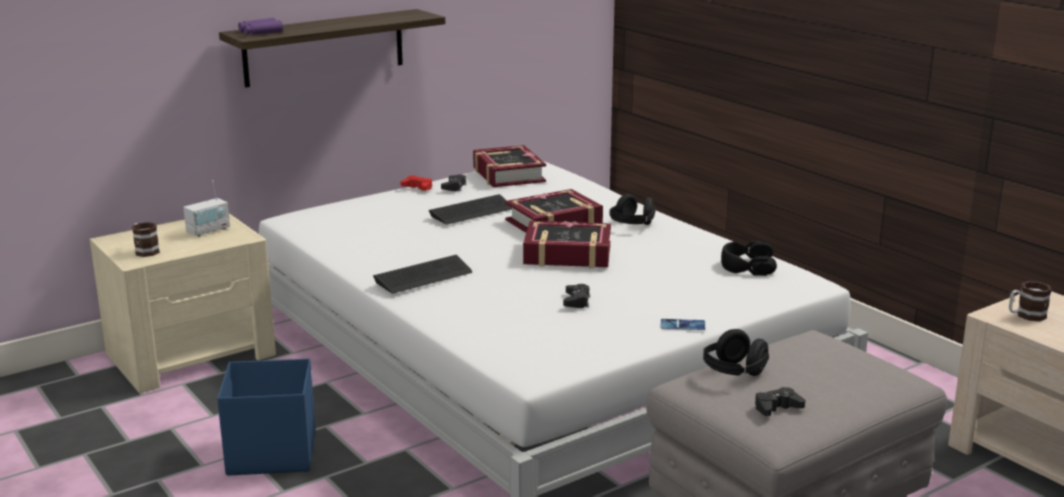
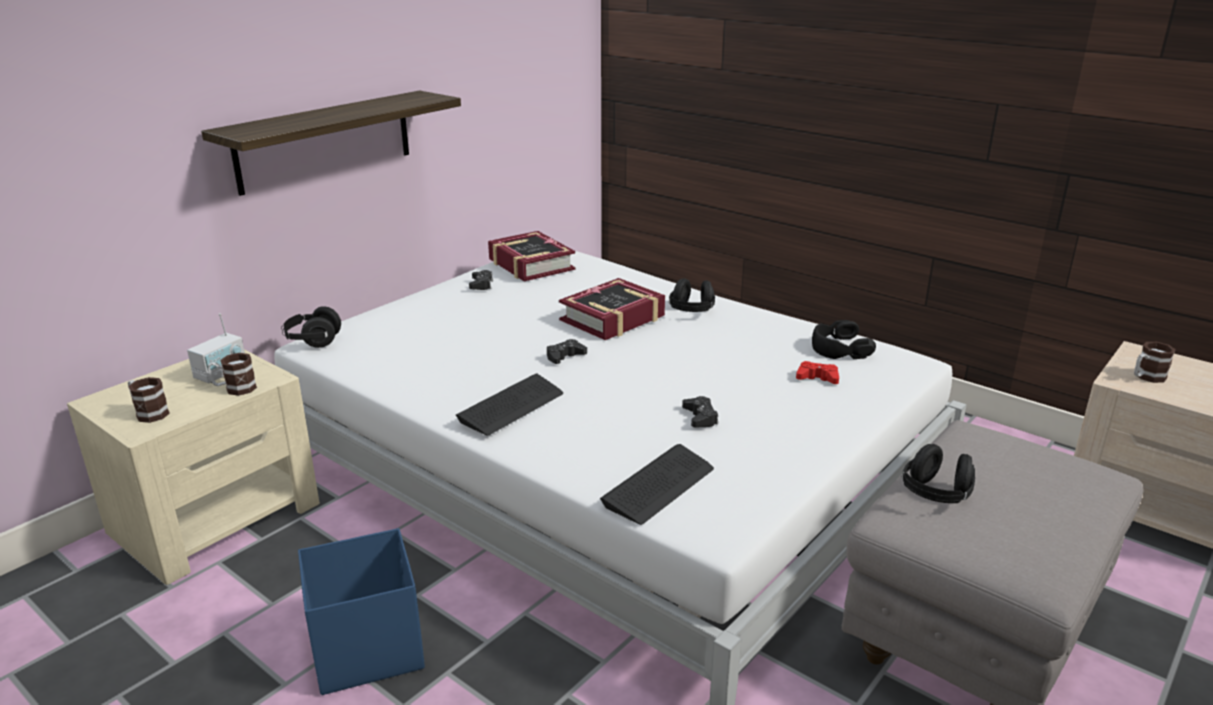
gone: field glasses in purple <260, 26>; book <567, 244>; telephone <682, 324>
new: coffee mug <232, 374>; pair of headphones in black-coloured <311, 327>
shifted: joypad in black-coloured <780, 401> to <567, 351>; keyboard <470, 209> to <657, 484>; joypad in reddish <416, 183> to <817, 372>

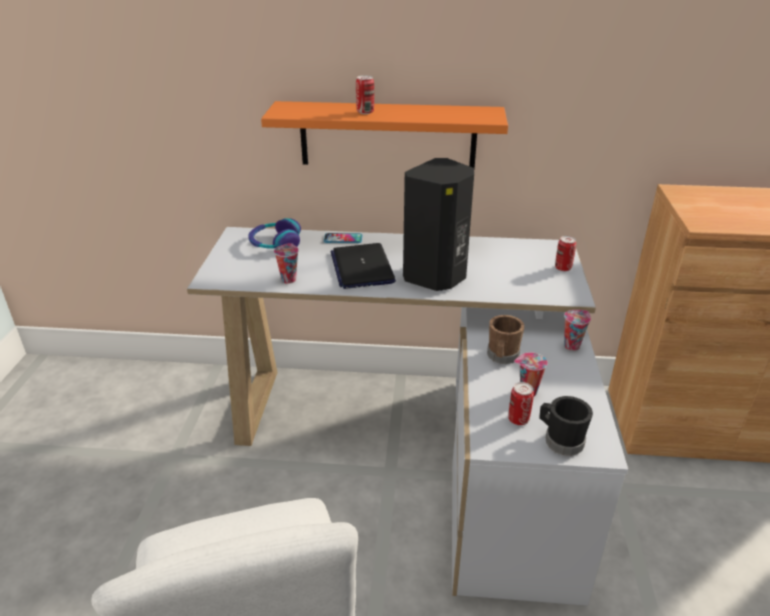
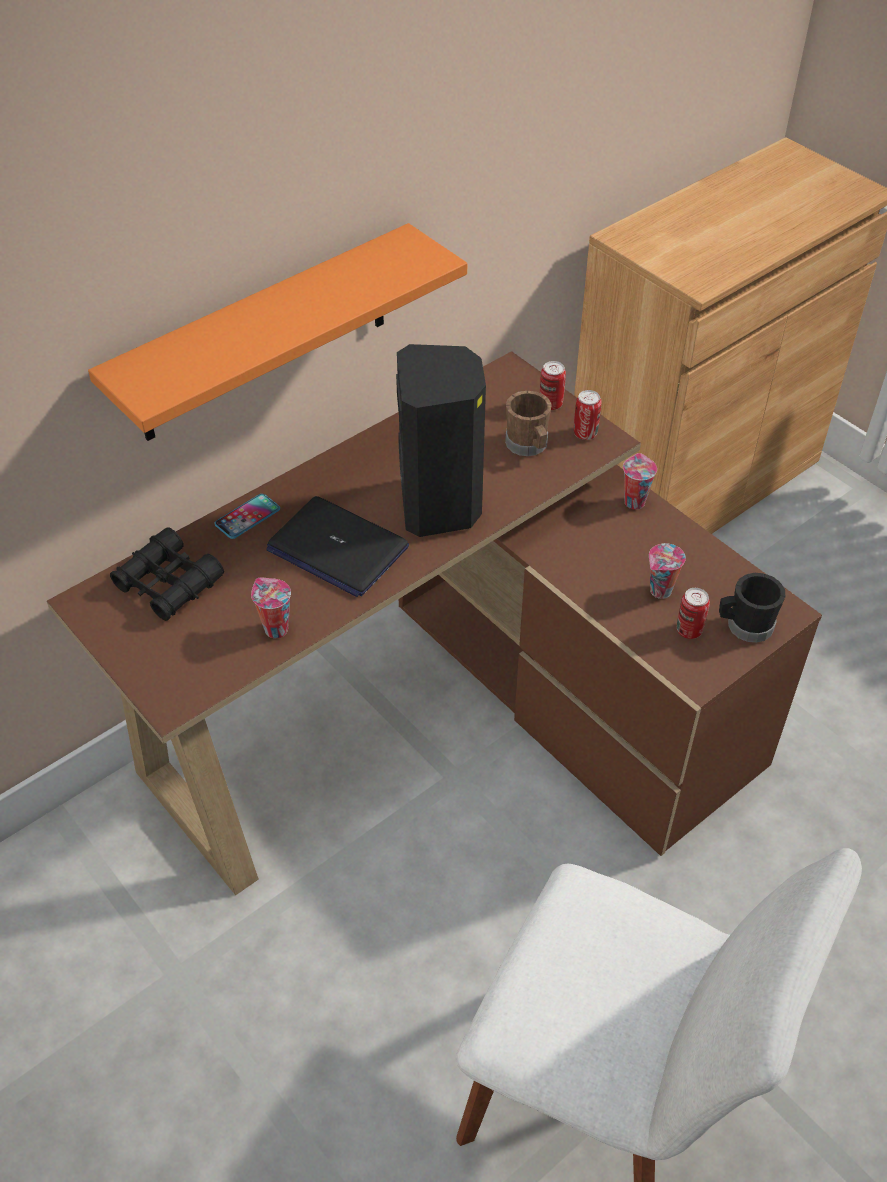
shifted: coffee mug in brownish <505, 339> to <528, 423>; sealed can <365, 94> to <588, 415>
swapped: pair of headphones <274, 233> to field glasses in black-coloured <167, 574>
repainted: desk table in white-coloured <407, 416> to desk table in brownish <434, 623>

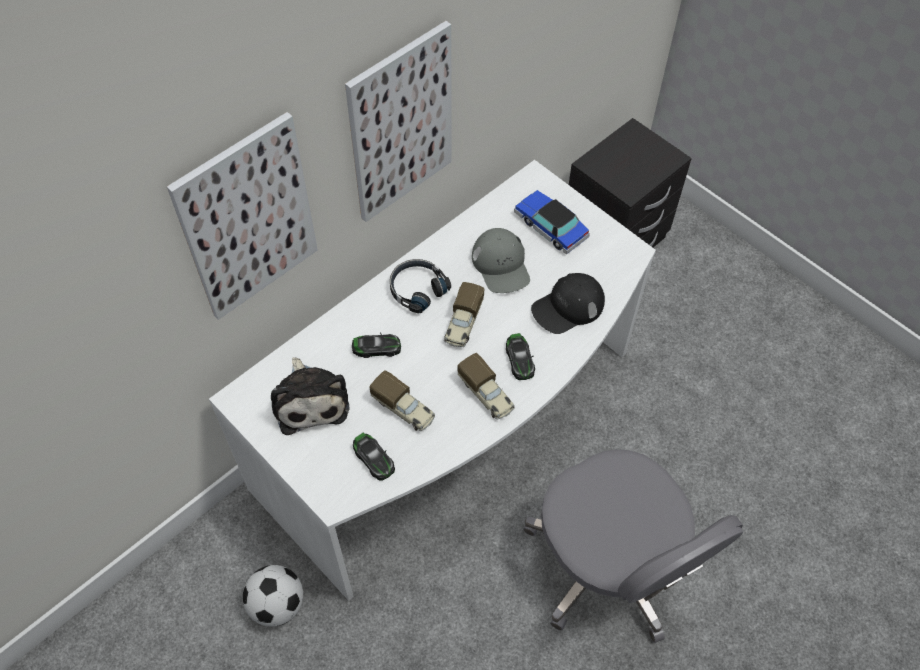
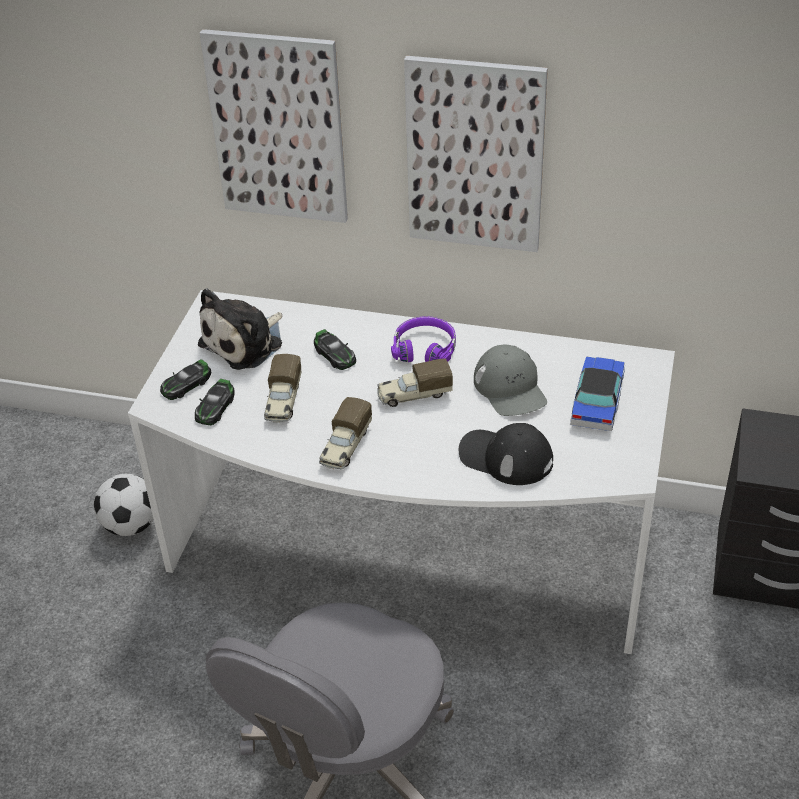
shifted: miniature car <520, 356> to <185, 379>
repainted: pair of headphones in black-coloured <420, 286> to pair of headphones in purple <423, 339>
rotated: baseball cap in greyish <501, 260> = <510, 380> 60 degrees counterclockwise

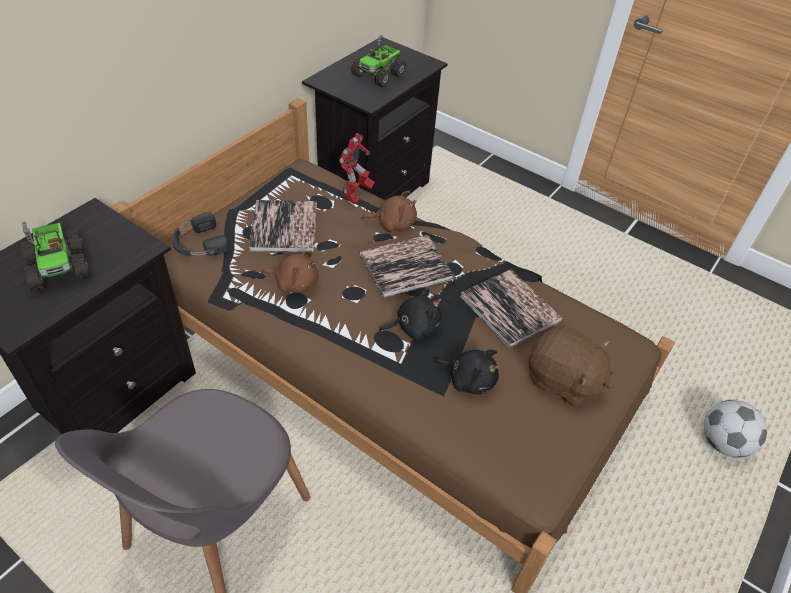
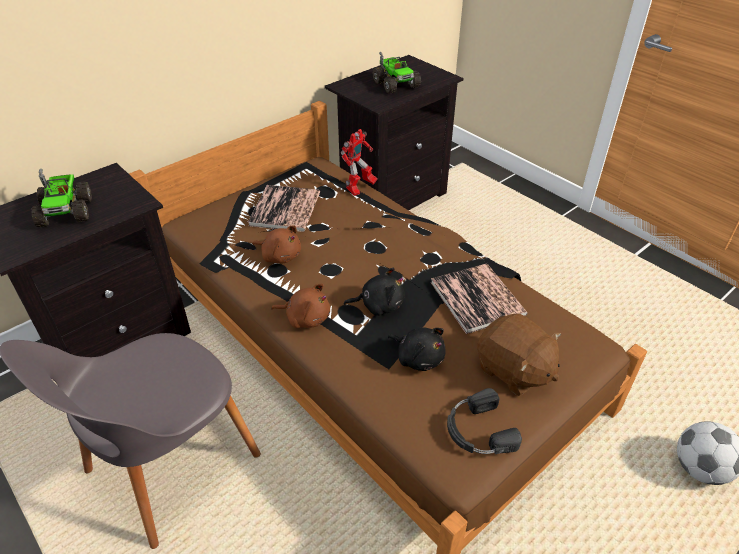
gone: book <407, 266>
shifted: soft toy in brownish <389, 211> to <300, 306>; pair of headphones in black-coloured <200, 234> to <484, 421>
rotated: model truck <379, 61> = <397, 73> 75 degrees counterclockwise

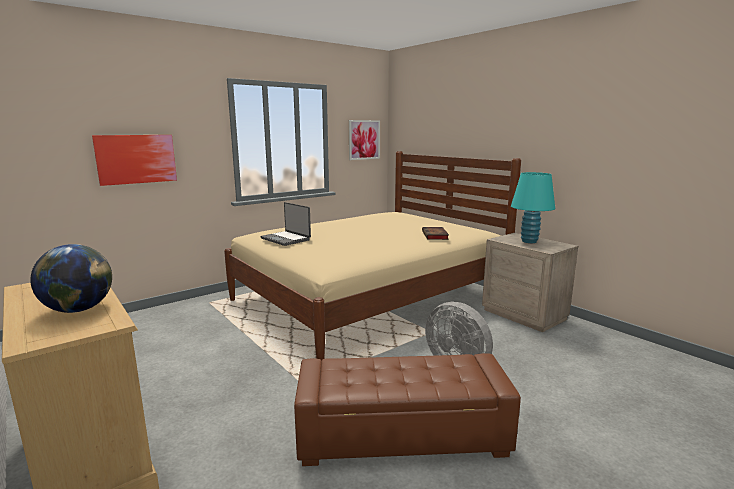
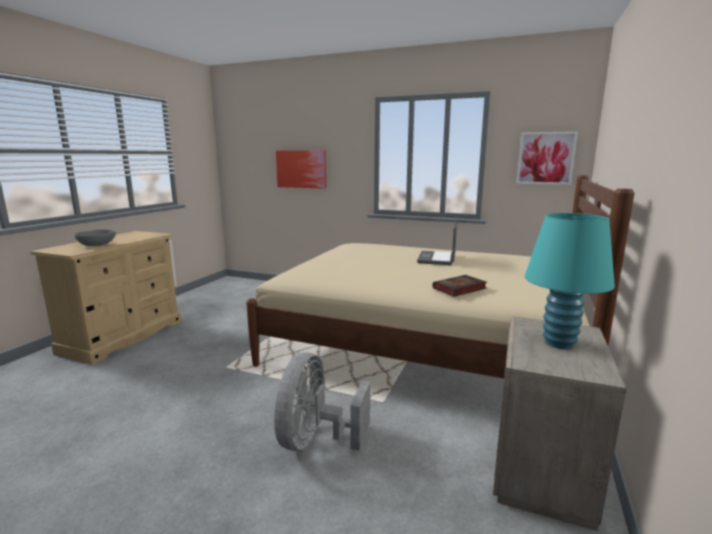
gone: ottoman in brownish <407, 409>
shifted: portable computer <285, 224> to <437, 243>
swapped: world globe <71, 278> to deep dish in greyish <95, 238>

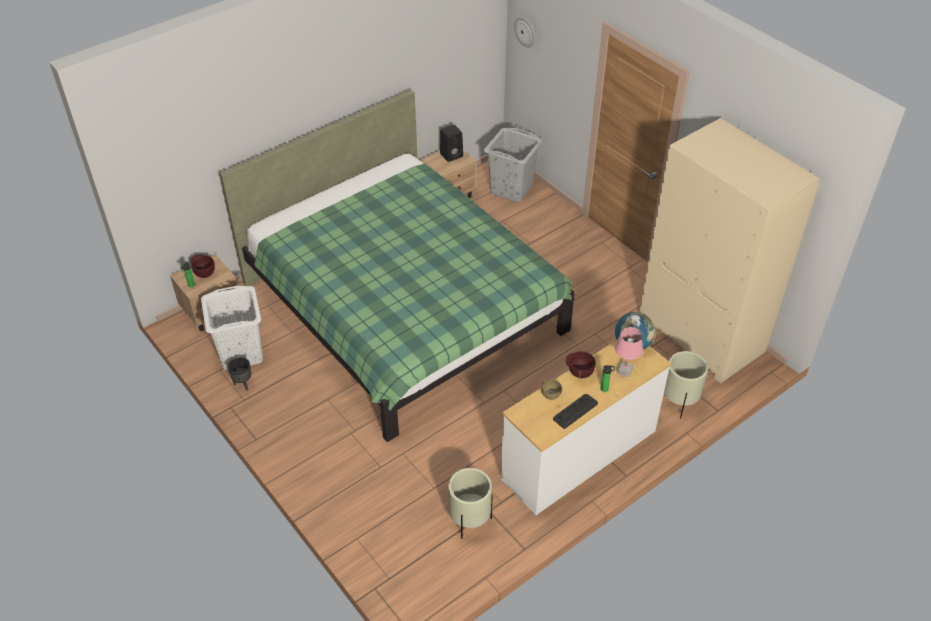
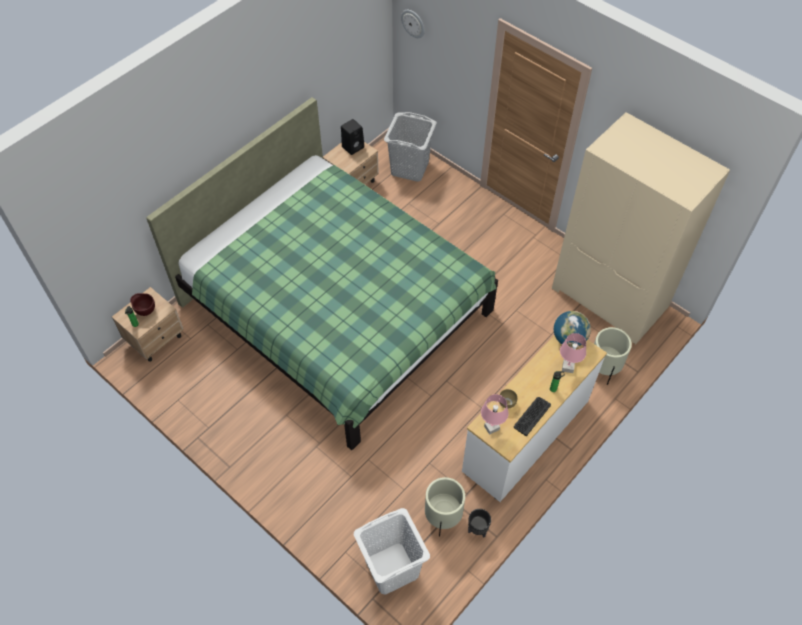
gone: deep dish in brownish <581, 364>
new: table lamp in pink-coloured <495, 414>
shifted: laundry basket in white-coloured <232, 328> to <392, 551>; planter in black-coloured <239, 374> to <479, 523>

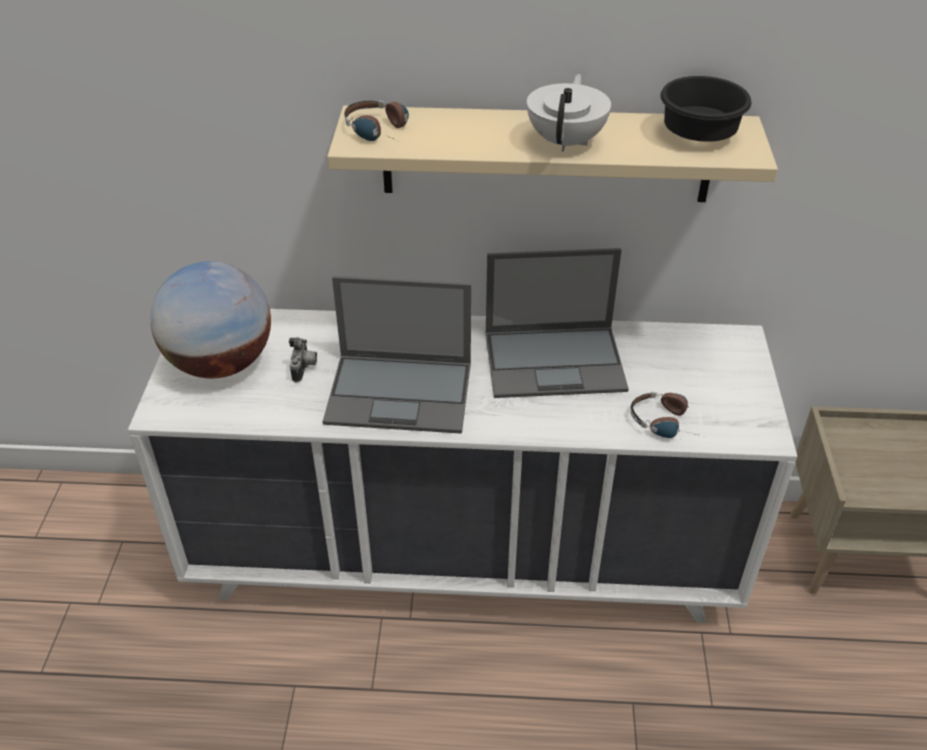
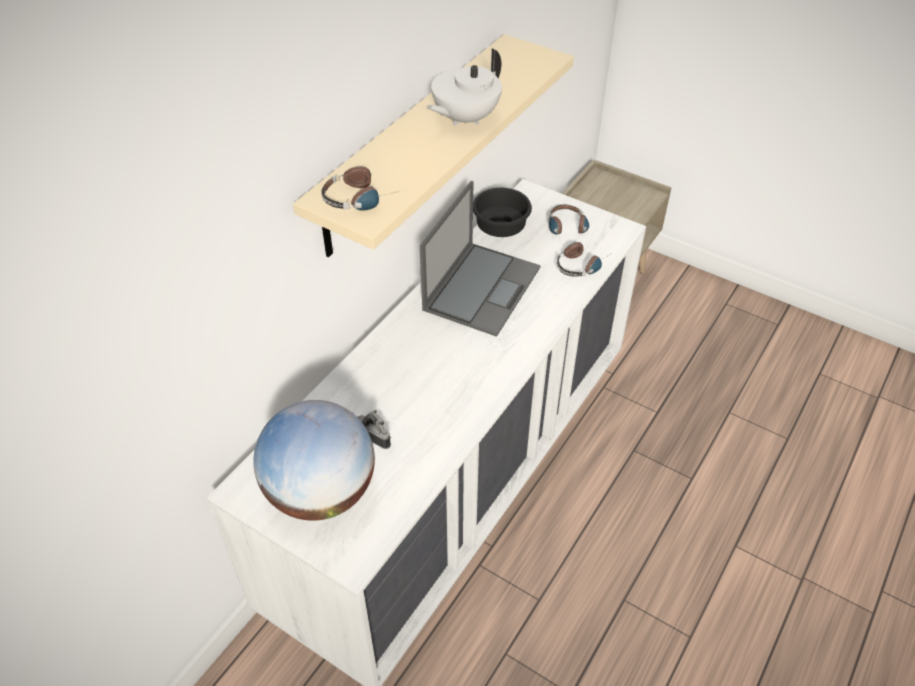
gone: portable computer <397, 355>
new: pair of headphones <568, 219>
shifted: deep dish in black-coloured <706, 109> to <502, 212>
rotated: tea pot in white-coloured <569, 113> = <464, 87> 90 degrees counterclockwise

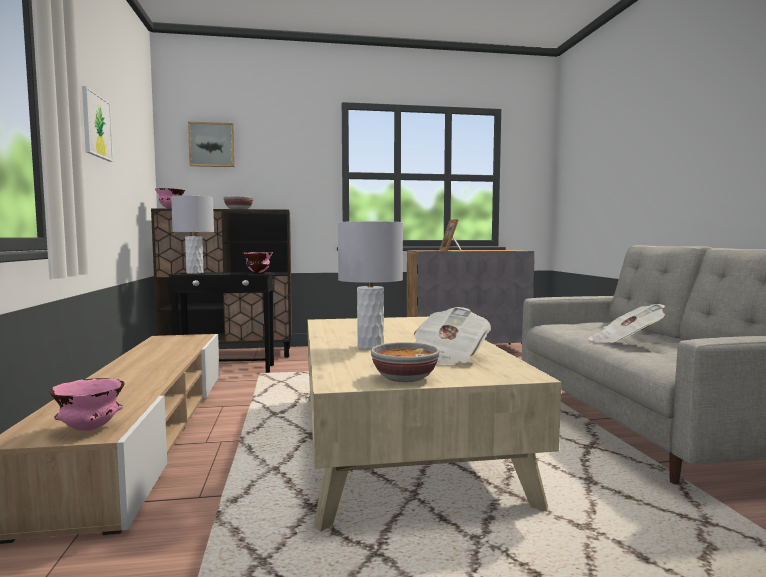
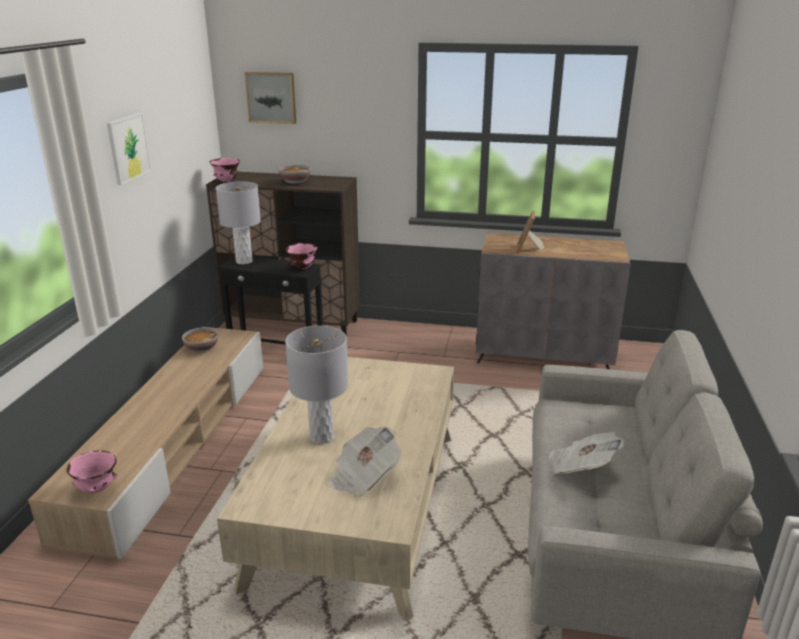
shifted: deep dish <405, 362> to <200, 340>

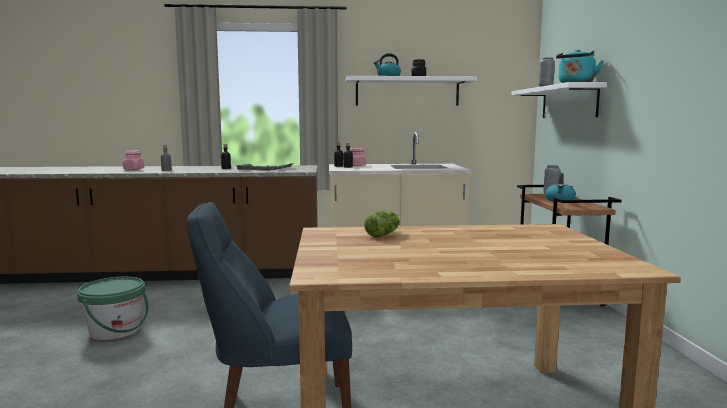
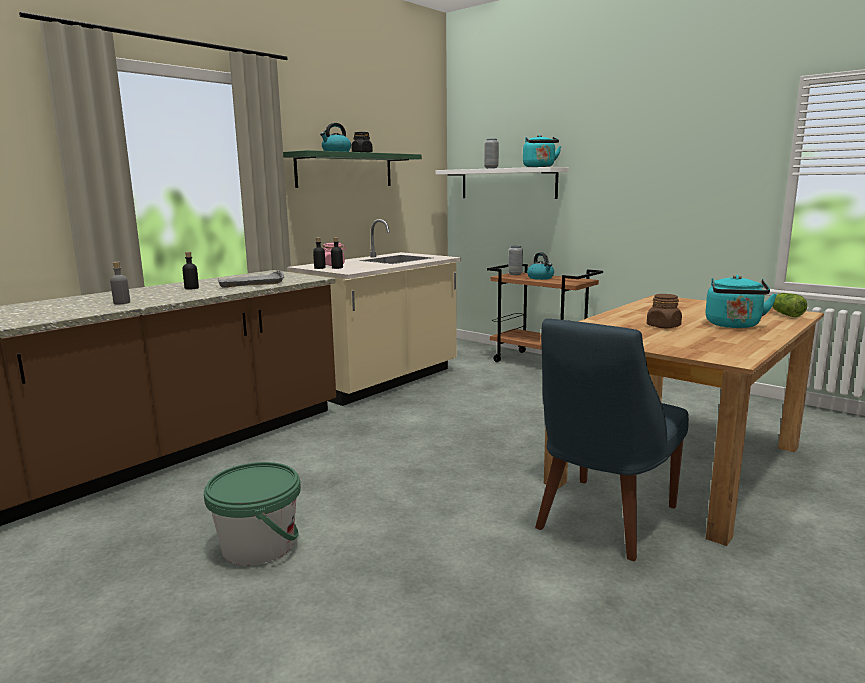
gone: jar in pink-coloured <133, 160>
new: jar in brownish <664, 311>; kettle in blue-green <741, 301>
shifted: lettuce <382, 224> to <789, 305>
repainted: bracket shelf in white-coloured <411, 91> to bracket shelf in green <352, 169>

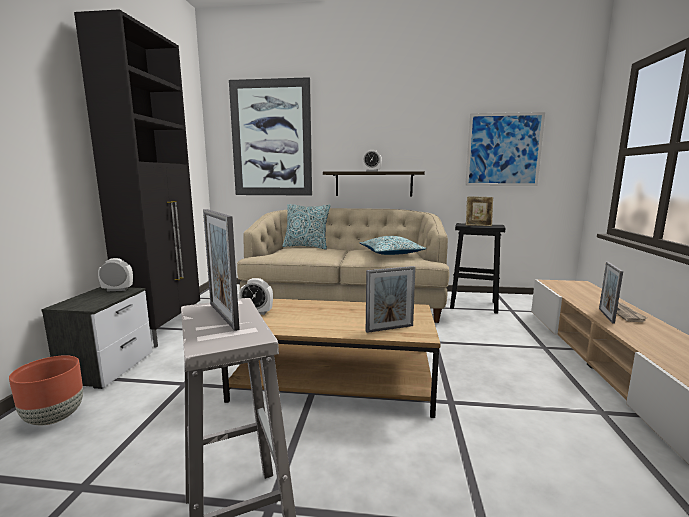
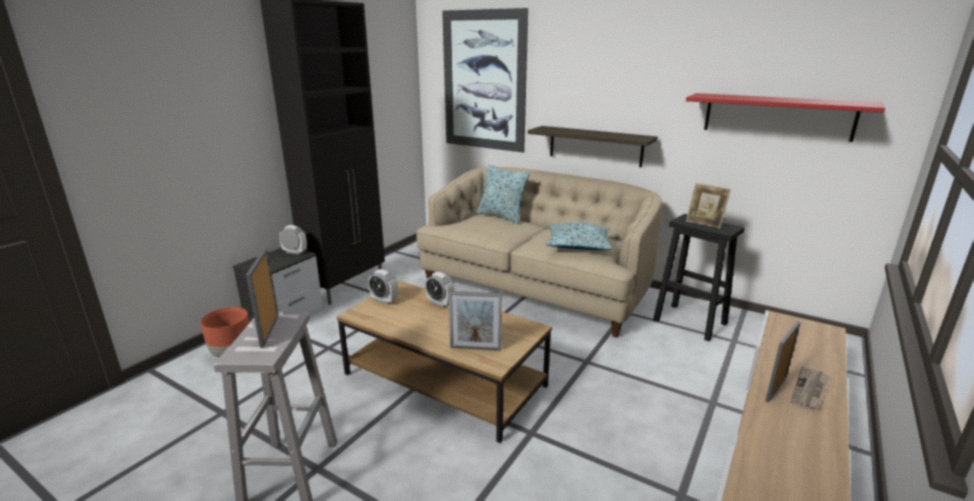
shifted: alarm clock <372, 160> to <439, 290>
swapped: picture <505, 149> to bracket shelf in reddish <785, 117>

